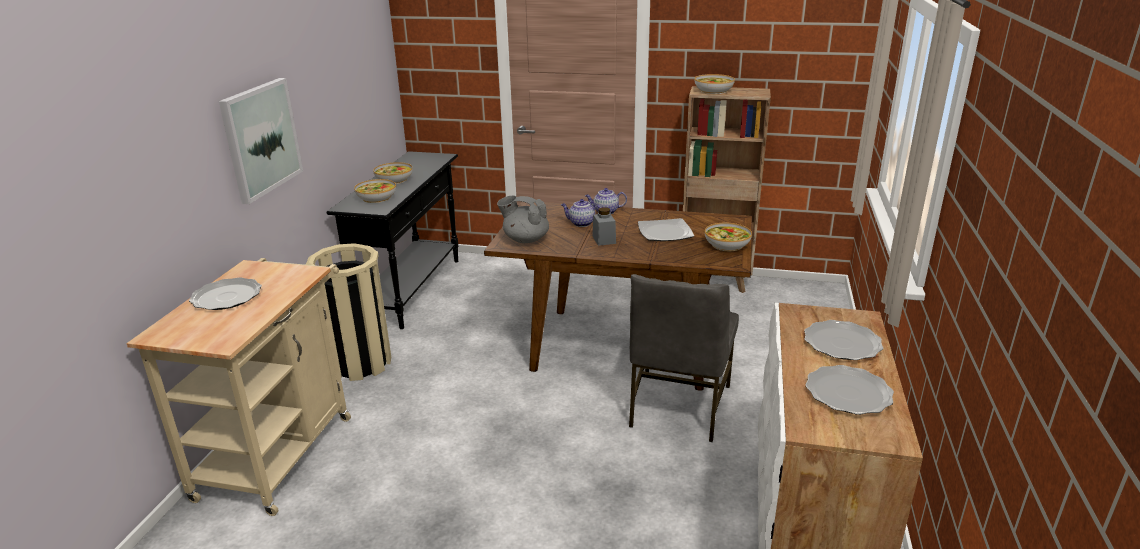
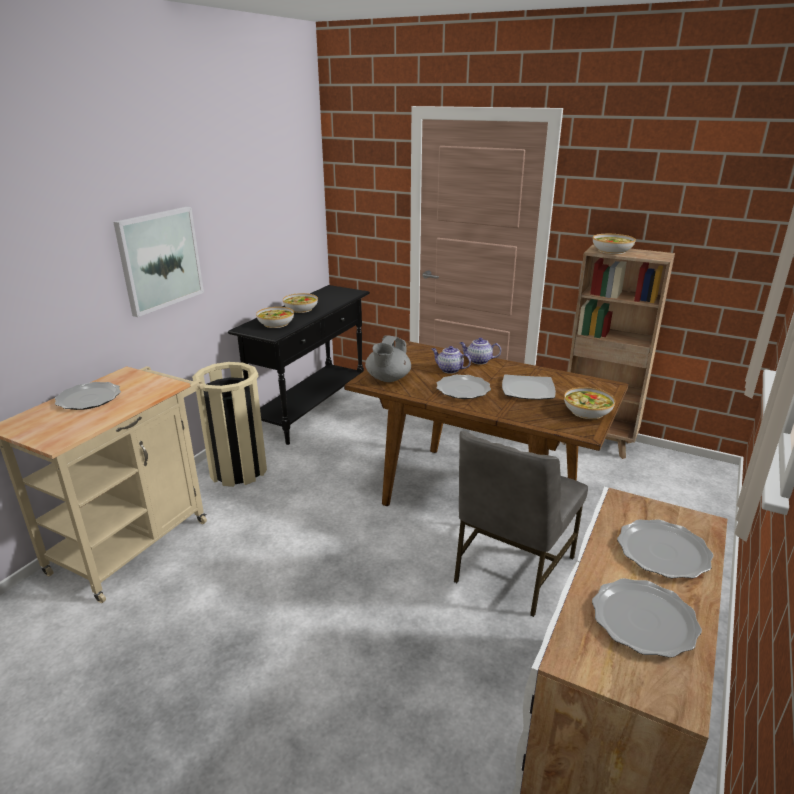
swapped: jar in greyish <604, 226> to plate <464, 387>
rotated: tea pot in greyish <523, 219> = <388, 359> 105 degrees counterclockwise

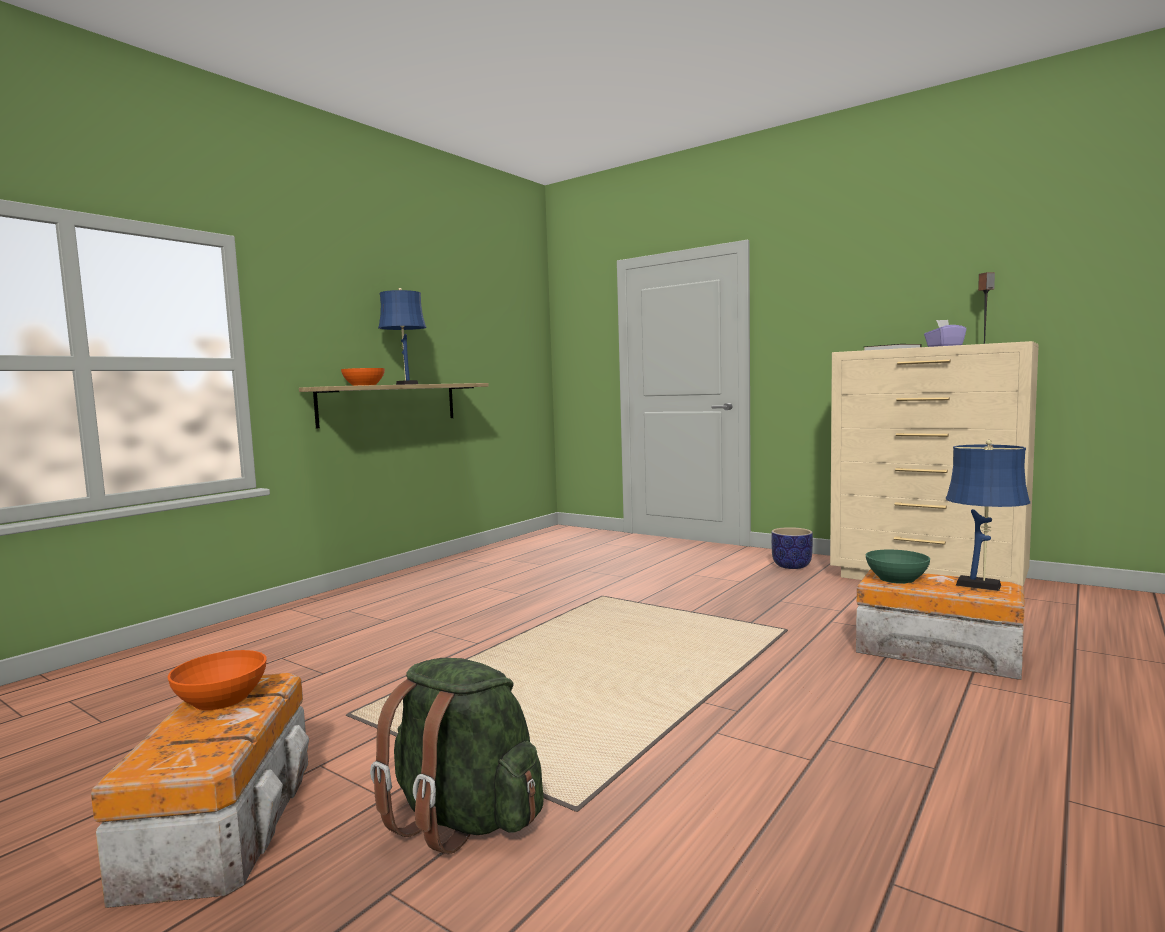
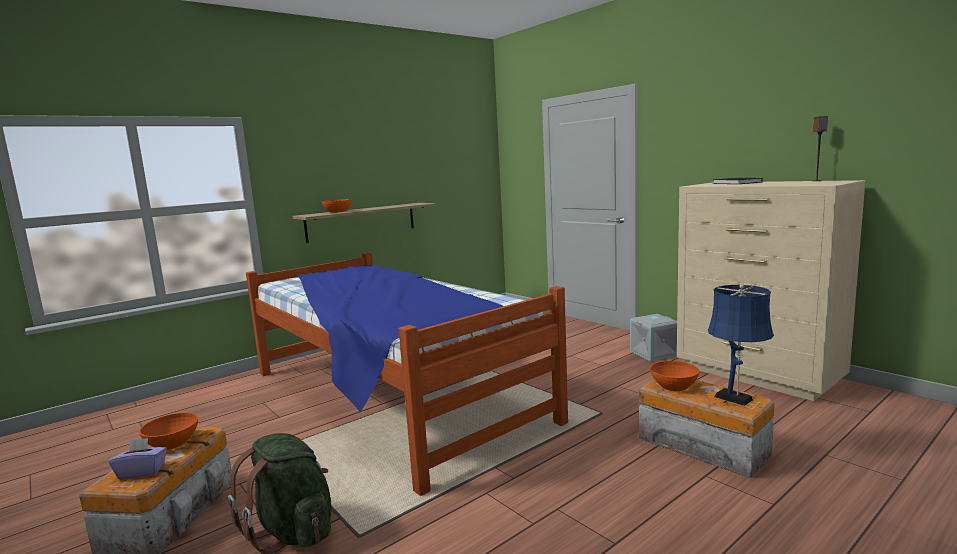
gone: table lamp in blue-coloured <402, 336>
new: sleeping bed <407, 374>
shifted: tissue box in purple <945, 333> to <138, 458>
swapped: planter <792, 548> to storage container in greyish <653, 337>
repainted: deep dish in green <898, 567> to deep dish in orange <674, 376>

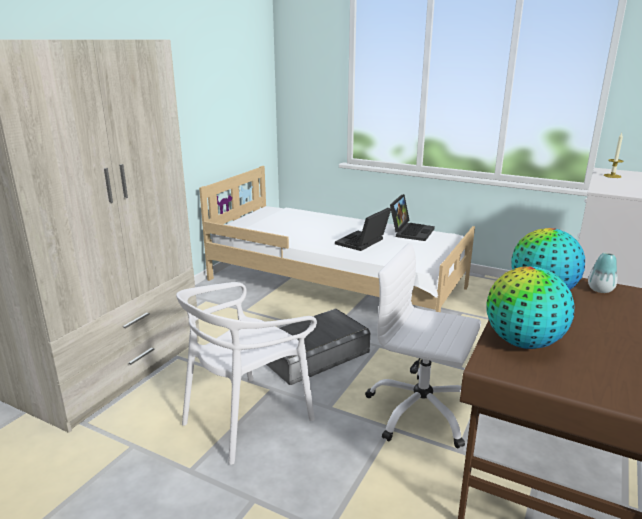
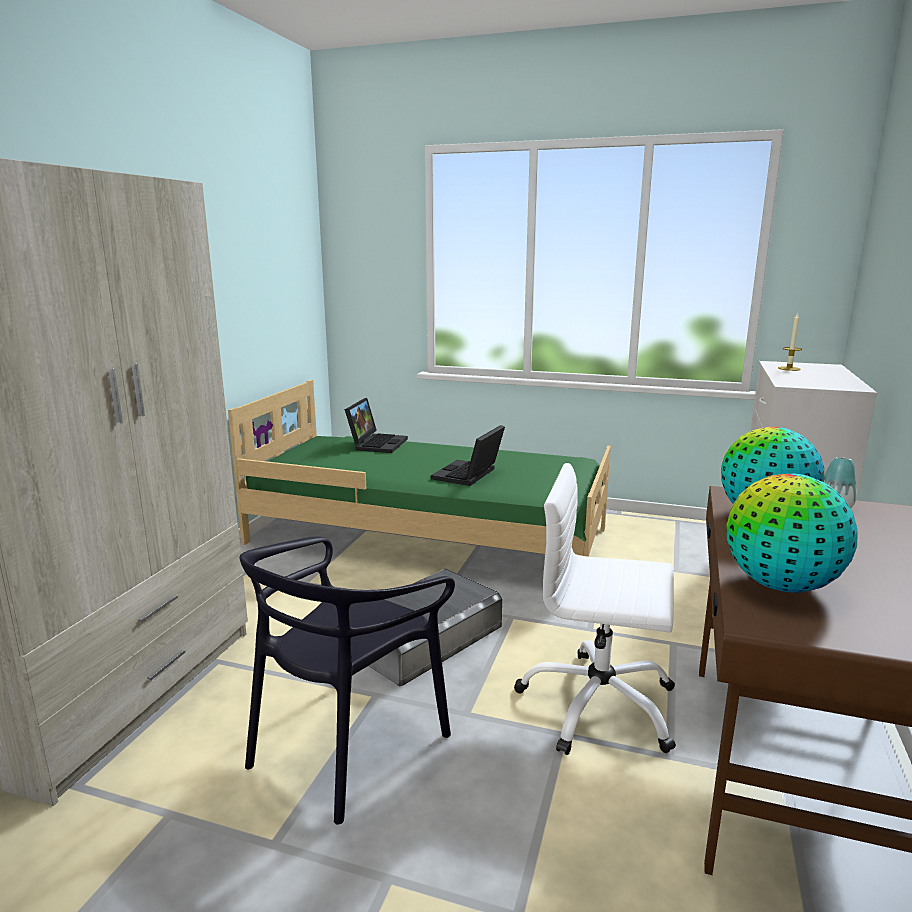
shifted: portable computer <412, 217> to <376, 425>
repainted: sleeping bed in white-coloured <337, 239> to sleeping bed in green <419, 468>; chair in white-coloured <246, 373> to chair in black-coloured <347, 680>

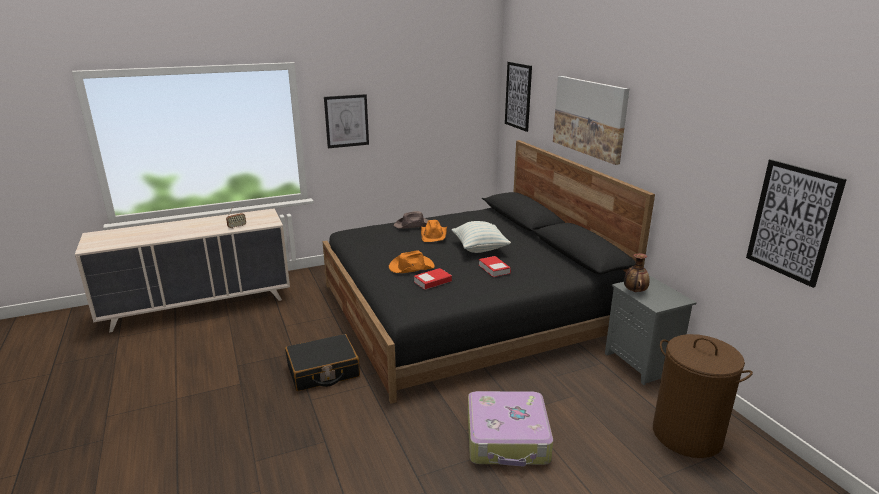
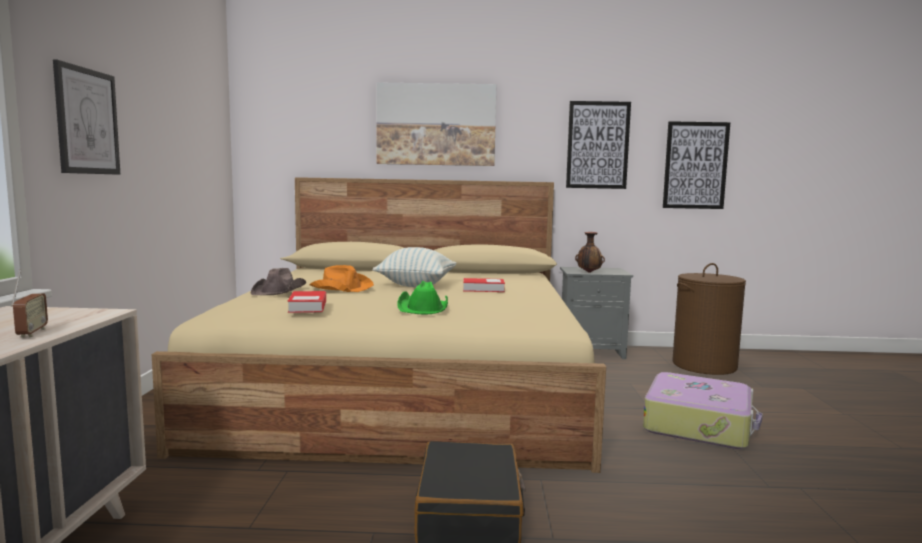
shifted: book <433, 279> to <306, 302>; picture <518, 97> to <598, 145>
repainted: sleeping bed in black-coloured <489, 272> to sleeping bed in beige <379, 325>; hat in orange <412, 261> to hat in green <422, 297>

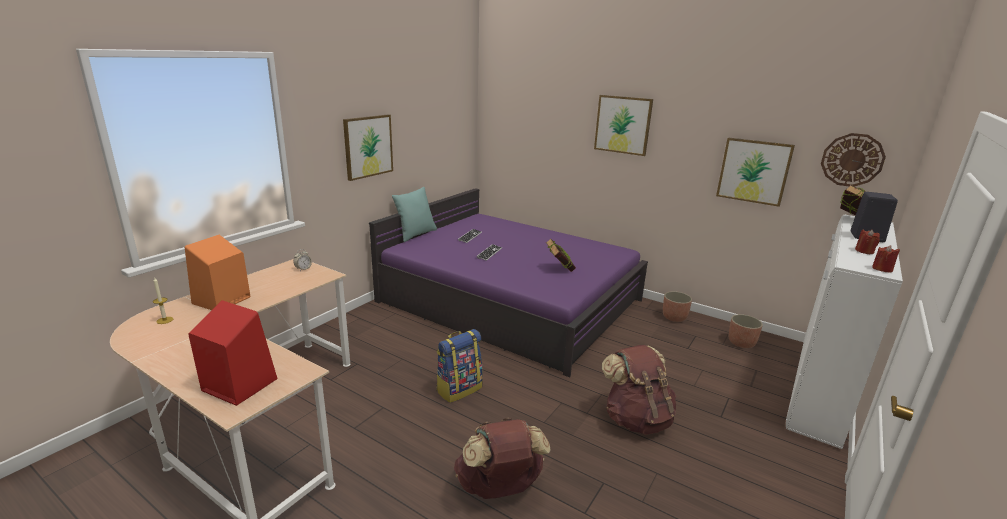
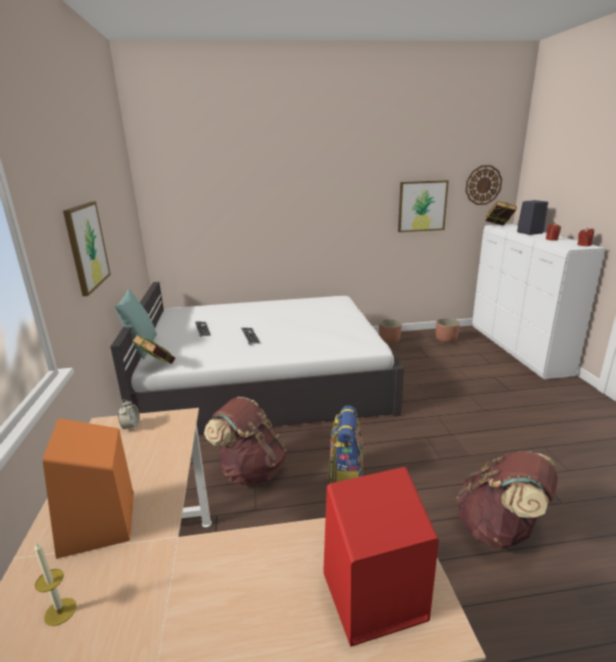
gone: picture <623, 125>
shifted: book <561, 255> to <154, 349>; knapsack in brownish <639, 390> to <245, 441>
repainted: sleeping bed in purple <508, 283> to sleeping bed in white-coloured <257, 358>

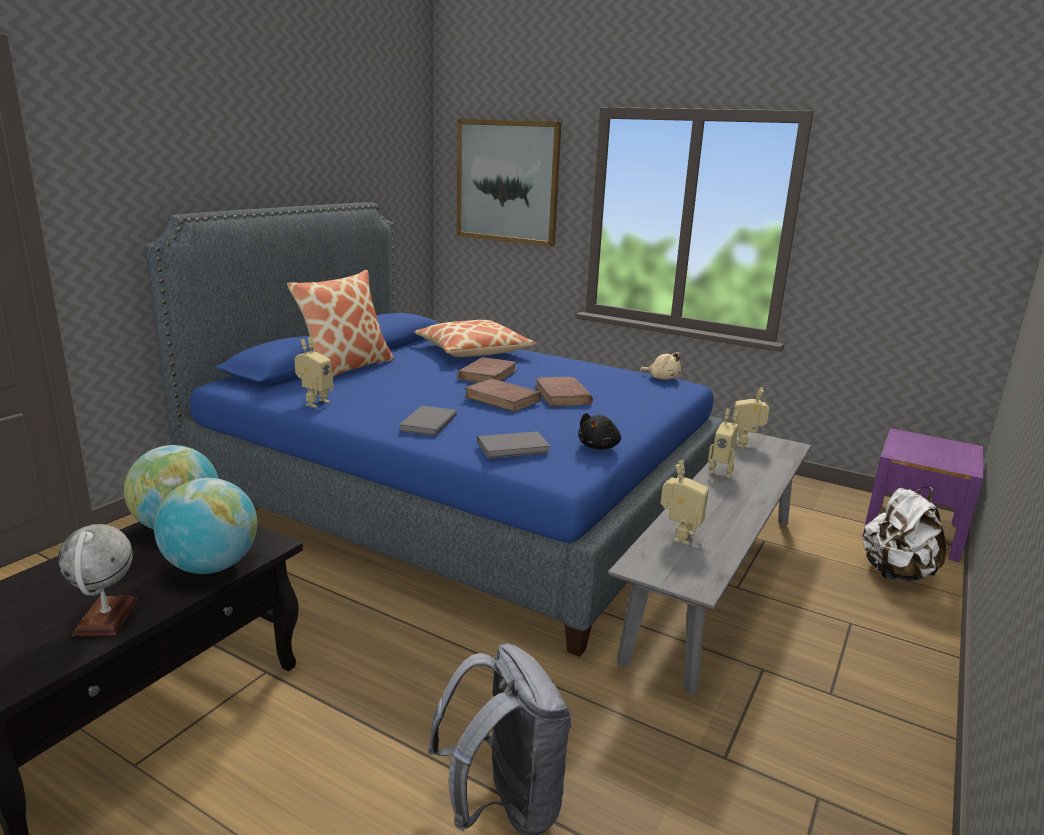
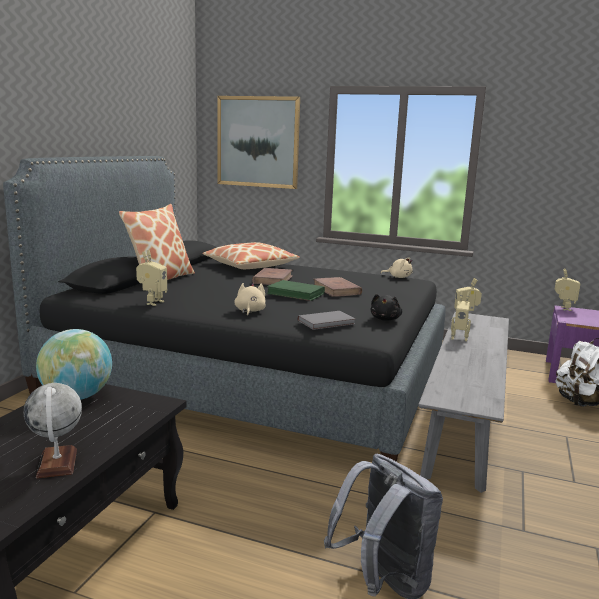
gone: world globe <205, 526>
shifted: model robot <685, 503> to <567, 290>
swapped: book in greyish <428, 421> to soft toy in beige <250, 299>
repainted: sleeping bed in blue-coloured <434, 429> to sleeping bed in black-coloured <224, 309>; book in brownish <502, 395> to book in green <296, 290>

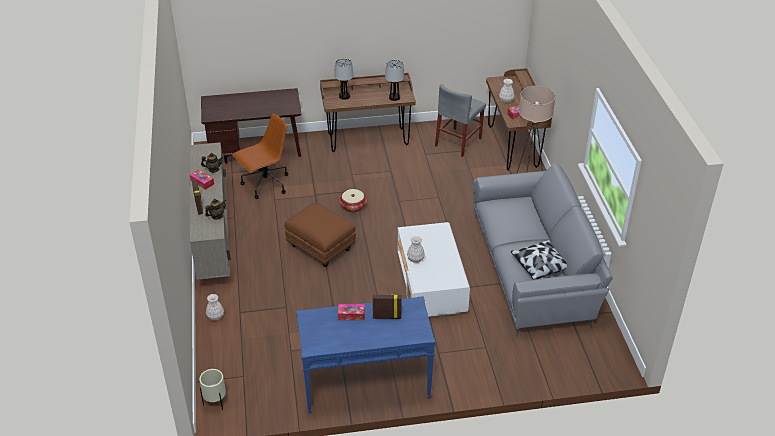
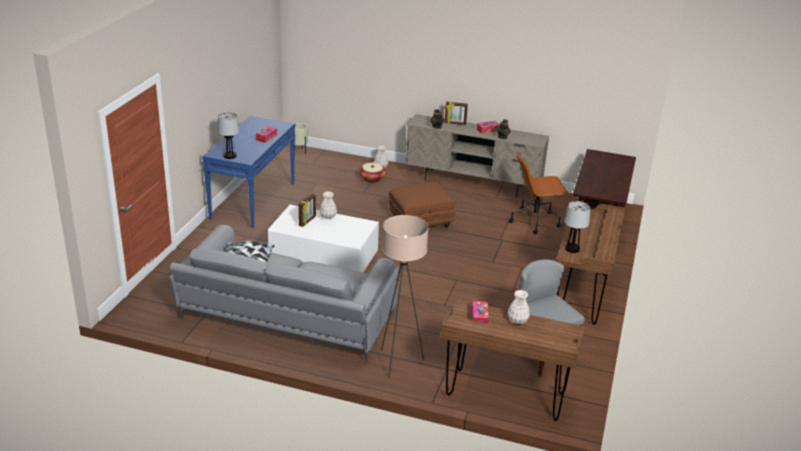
shifted: table lamp <344, 79> to <228, 136>; standing frame <387, 306> to <307, 210>; household basket <353, 200> to <372, 172>
rotated: computer chair in brownish <260, 156> = <539, 192> 90 degrees clockwise

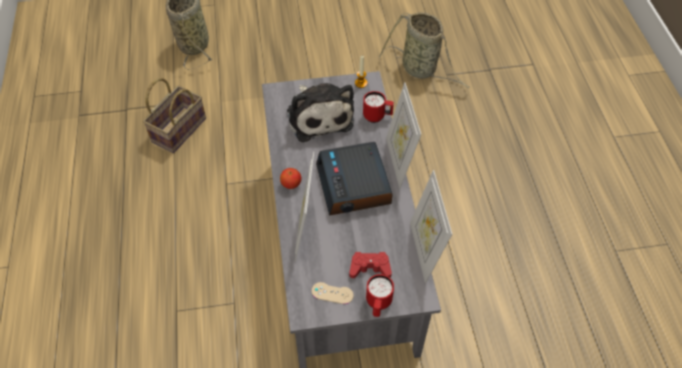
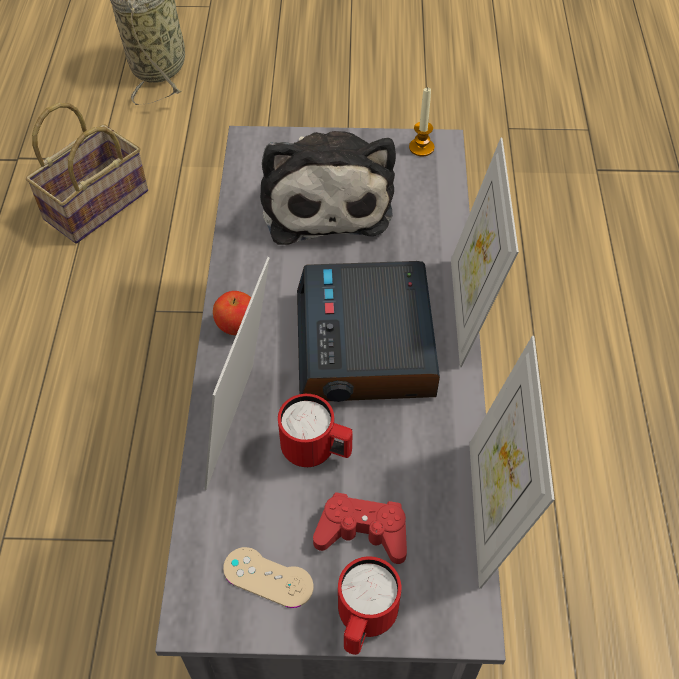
gone: household basket <424, 51>
shifted: coffee mug in reddish <378, 107> to <315, 430>

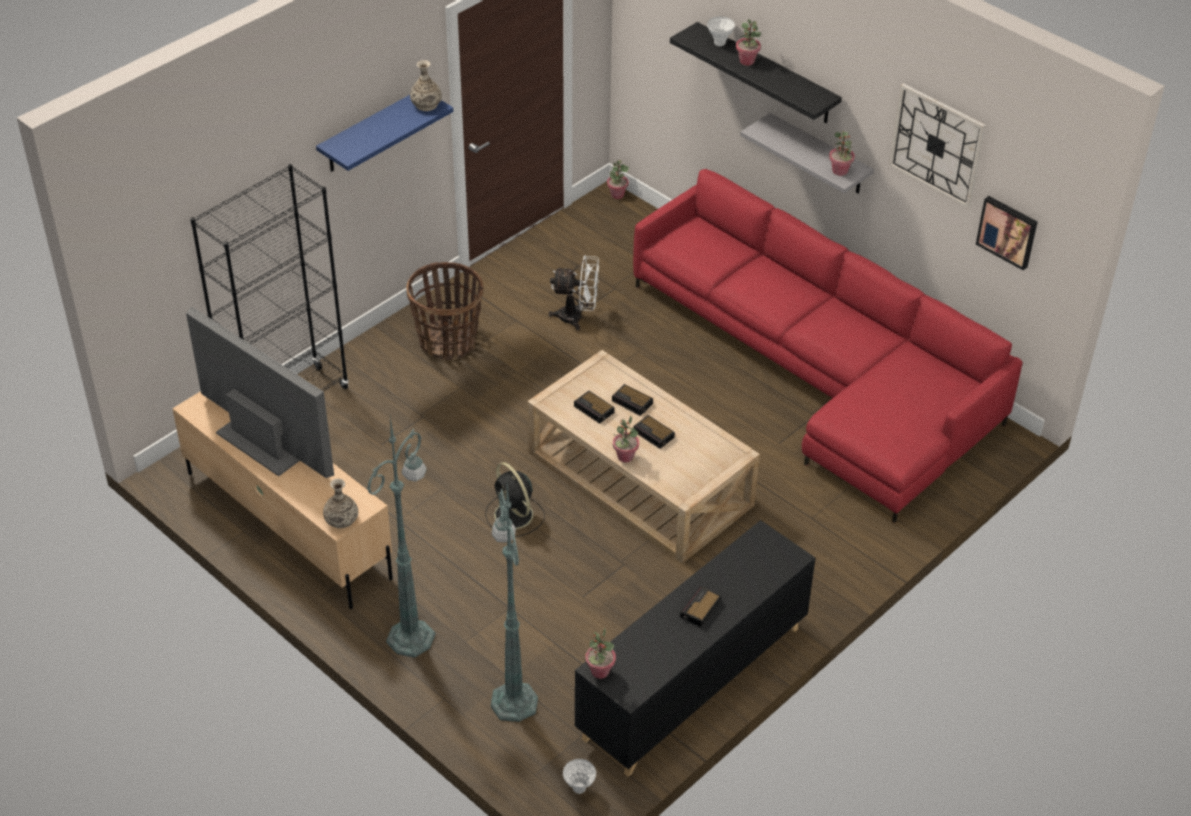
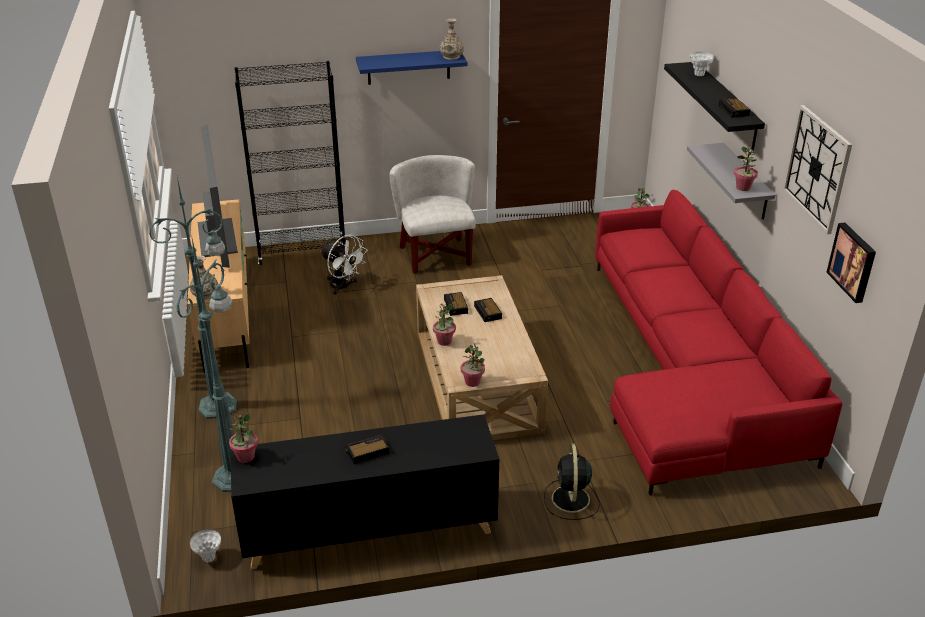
shifted: electric fan in white-coloured <573, 292> to <344, 264>; plant in a pot <748, 42> to <473, 365>; electric fan in black-coloured <515, 499> to <572, 482>; alarm clock <654, 432> to <734, 108>
swapped: household basket <444, 311> to easy chair in white-coloured <432, 214>

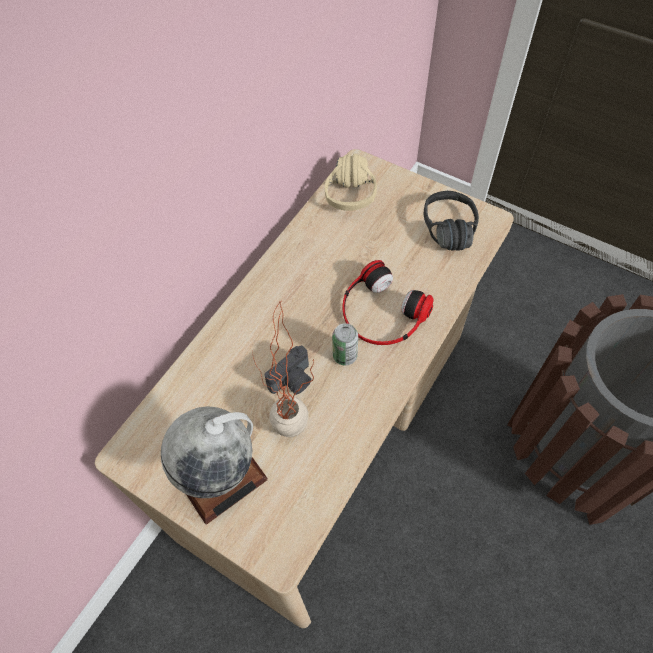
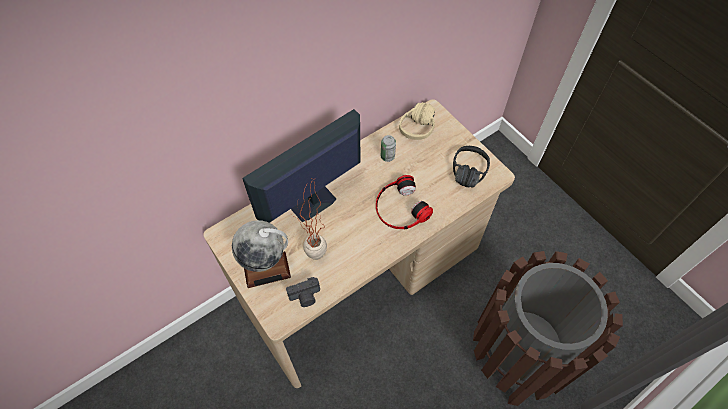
new: computer display <302, 166>
shifted: still camera <288, 370> to <303, 292>; sealed can <345, 344> to <388, 148>

